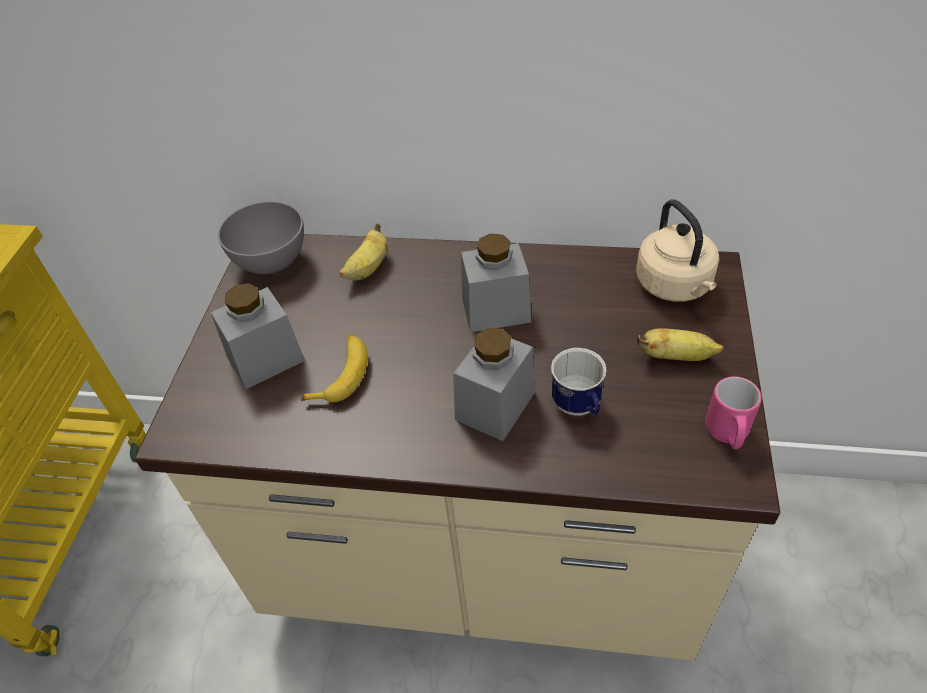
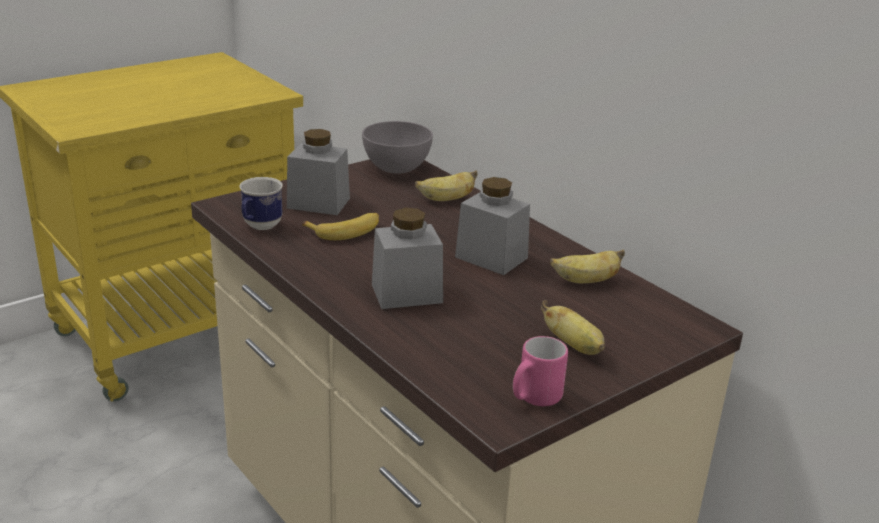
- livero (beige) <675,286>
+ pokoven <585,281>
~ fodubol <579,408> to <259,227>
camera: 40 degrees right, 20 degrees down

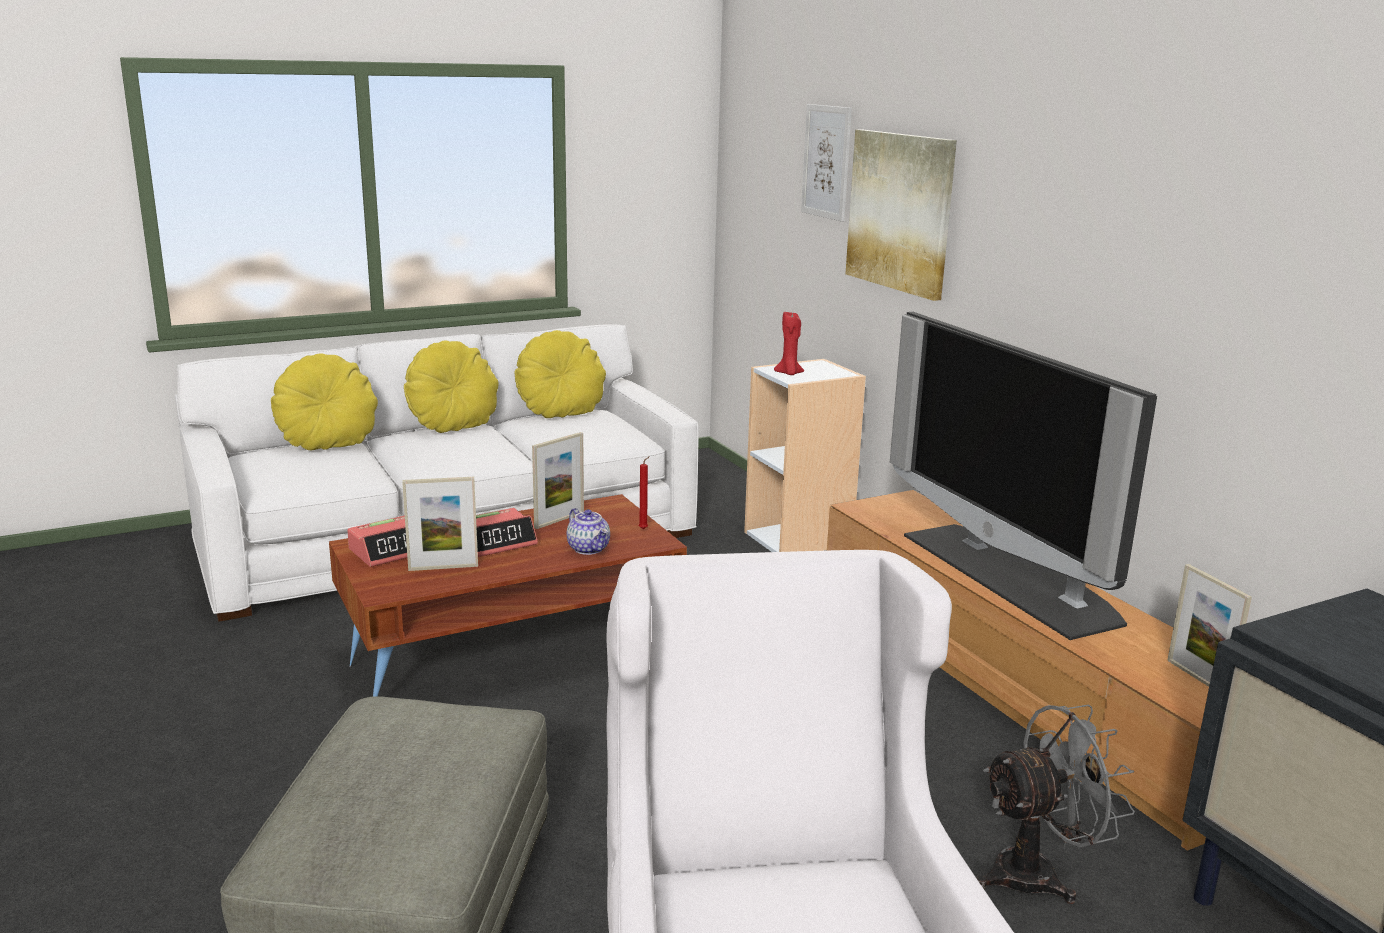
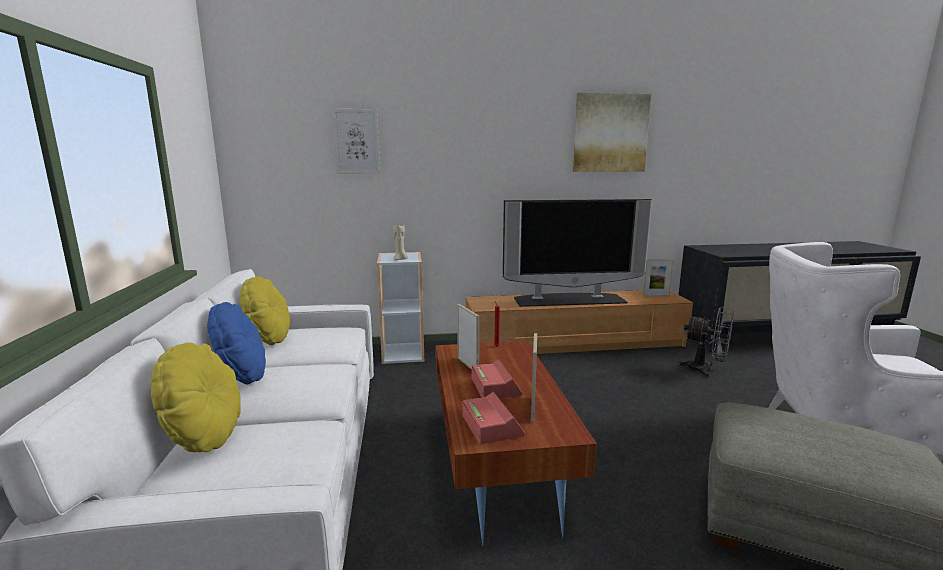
- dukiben <589,549>
~ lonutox <900,212> to <610,133>
~ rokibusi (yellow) <453,428> to rokibusi (blue) <242,378>
~ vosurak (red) <789,373> to vosurak (beige) <400,259>
~ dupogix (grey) <1038,873> = <705,370> 120 degrees clockwise
camera: 70 degrees left, 5 degrees down

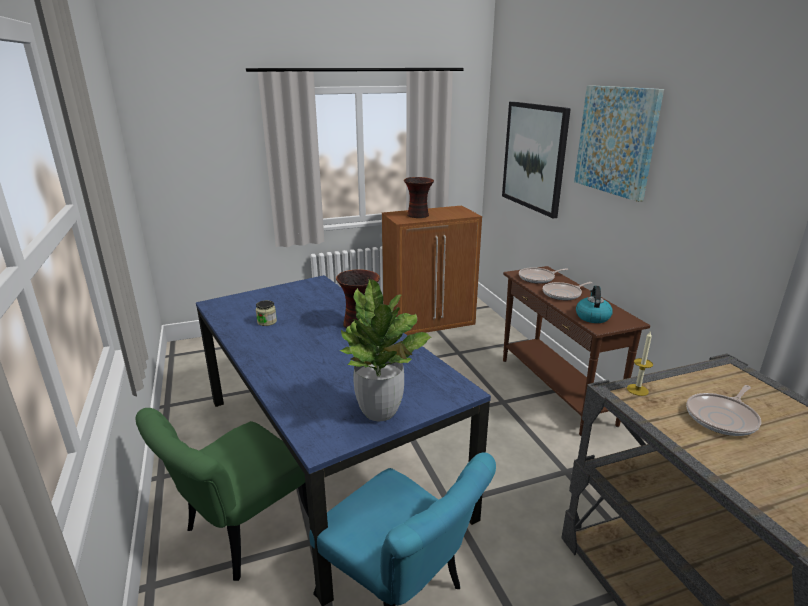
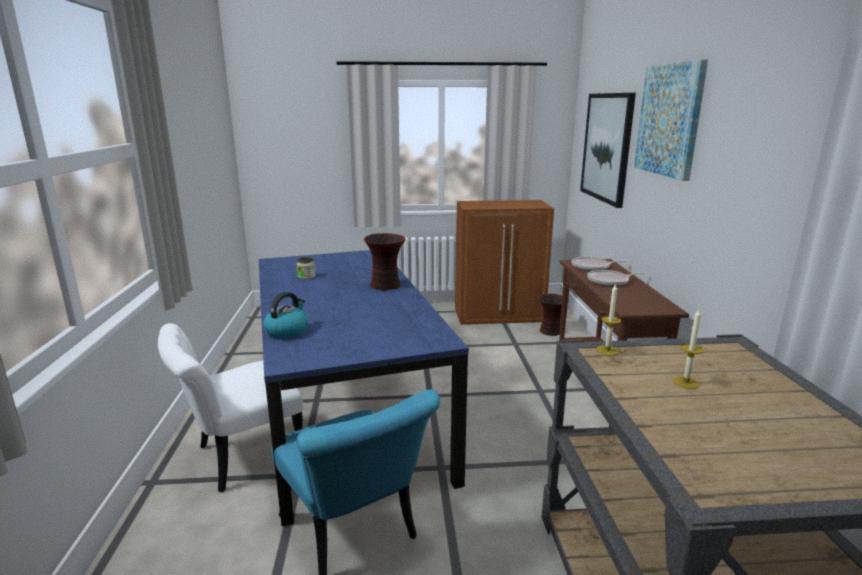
- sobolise <380,412>
~ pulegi <418,215> to <551,331>
~ livero <592,317> to <287,331>
~ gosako <723,418> to vosurak <686,382>
~ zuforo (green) <239,534> to zuforo (white) <241,458>
camera: 15 degrees right, 5 degrees down

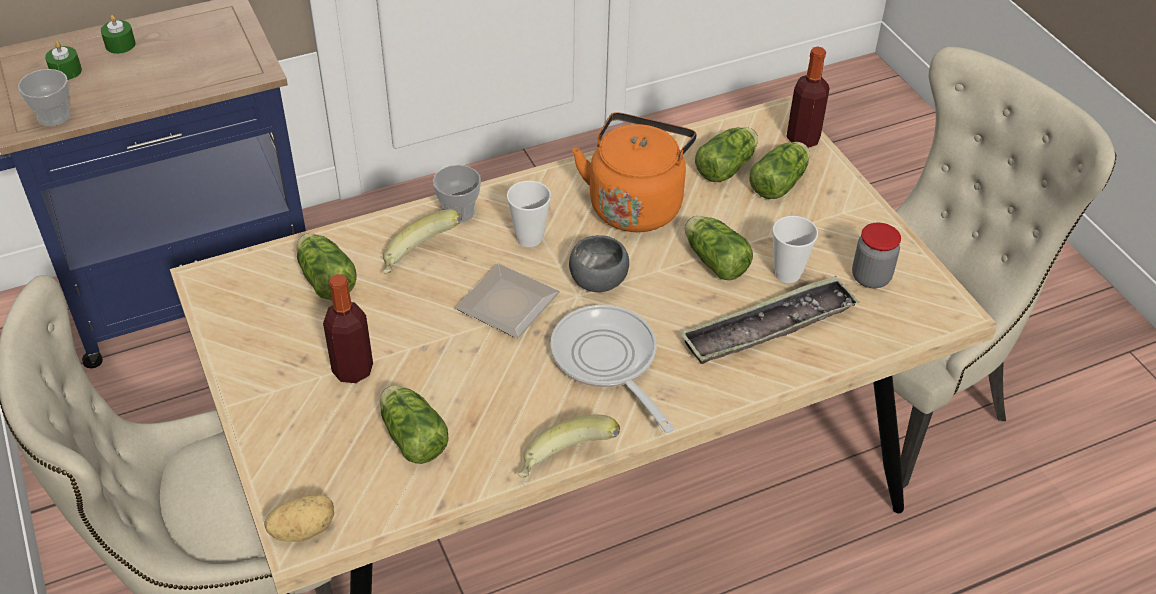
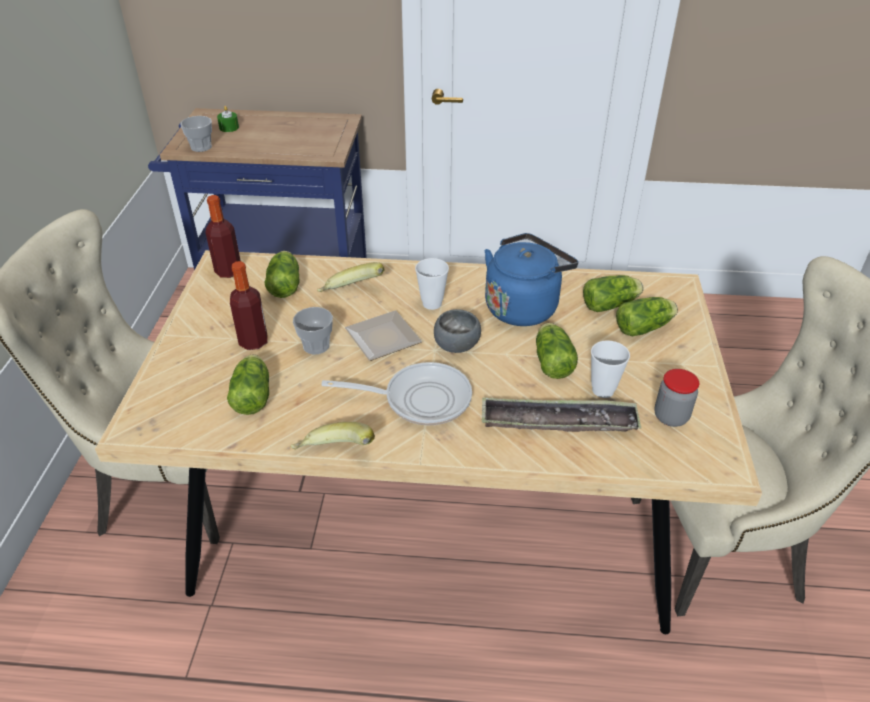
- vosurak (green) <120,44>
- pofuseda <303,529>
~ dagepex <459,212> to <316,346>
~ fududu <803,139> to <228,271>
~ livero (orange) <636,204> to livero (blue) <523,306>
~ gosako <607,361> = <420,399> 90 degrees clockwise
camera: 30 degrees right, 5 degrees down

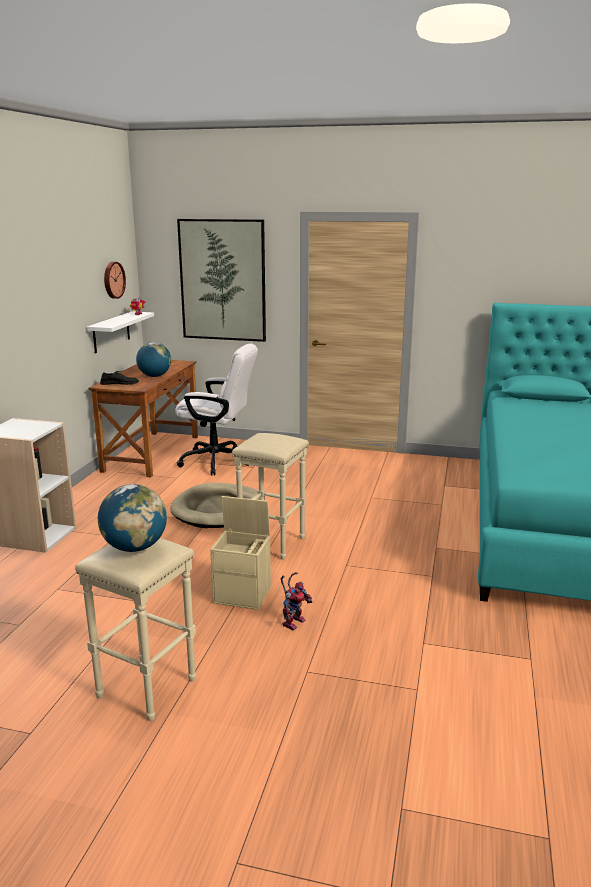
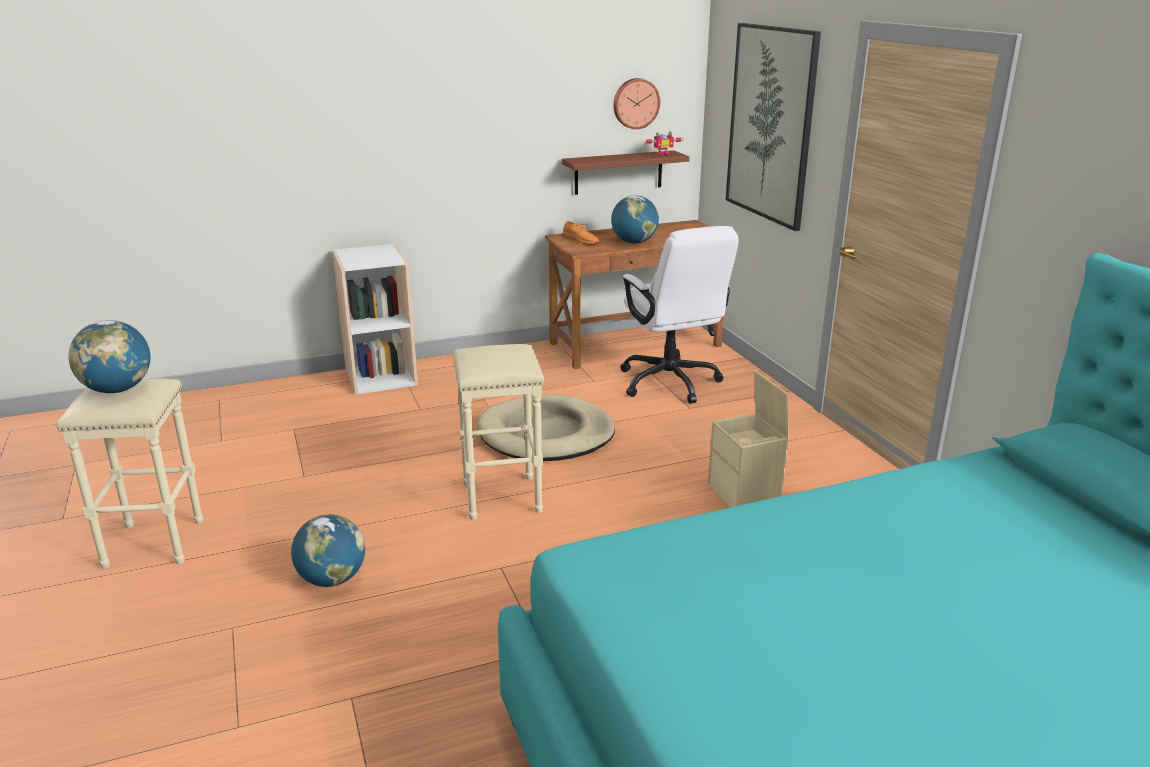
~ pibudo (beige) <243,595> to <745,494>
~ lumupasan <293,621> to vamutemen <332,579>
~ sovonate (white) <111,332> to sovonate (brown) <618,172>
~ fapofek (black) <119,383> to fapofek (orange) <581,239>
camera: 55 degrees right, 5 degrees up

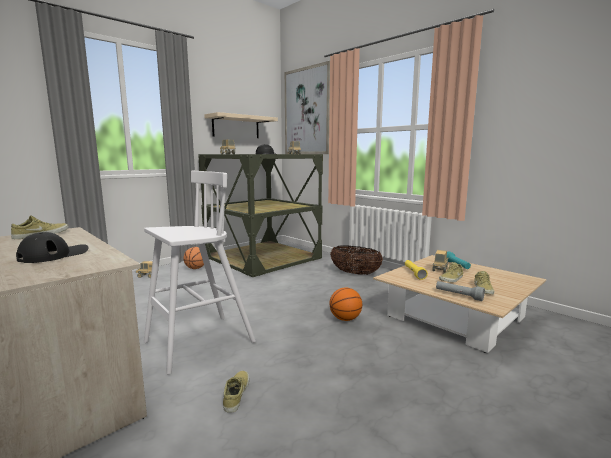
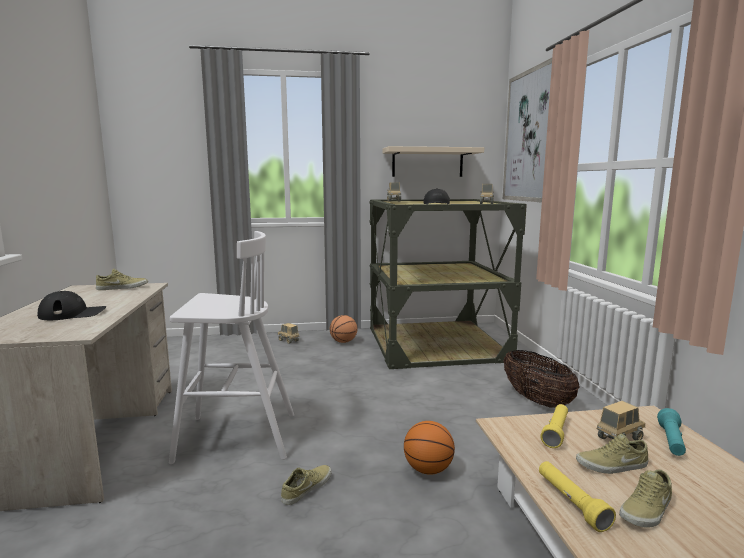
~ fapofek (beige) <235,394> to <306,487>
~ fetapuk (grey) <458,295> to fetapuk (yellow) <571,503>
camera: 35 degrees right, 0 degrees up

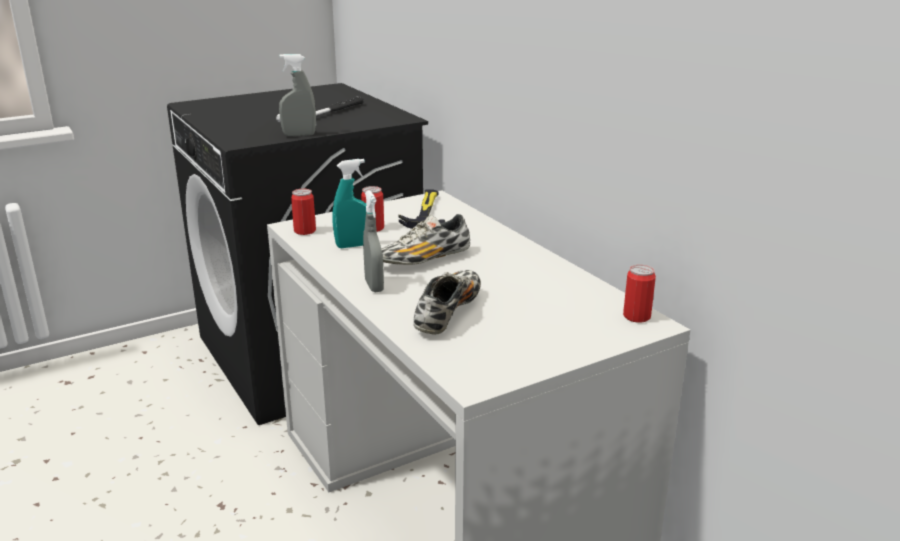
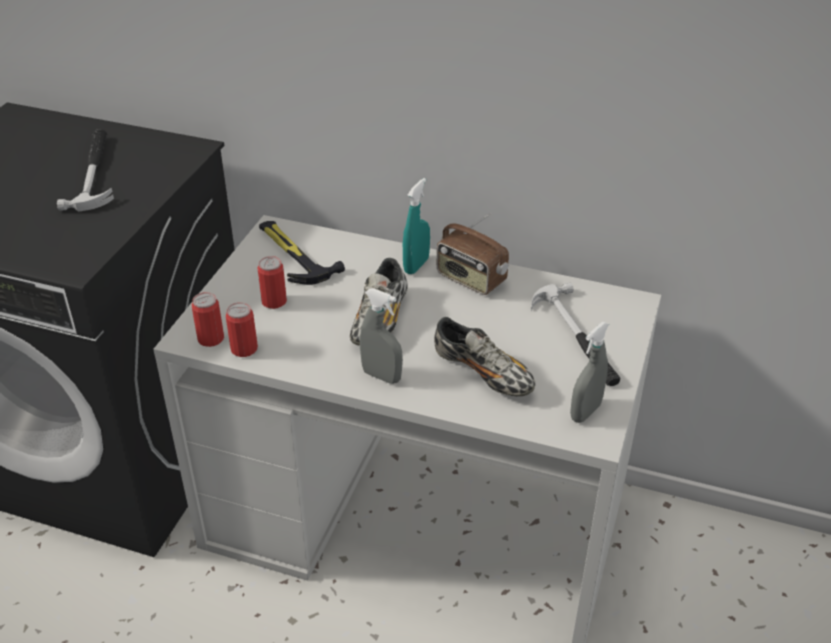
+ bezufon <470,279>
+ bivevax <577,338>
~ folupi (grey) <299,135> to <585,412>
~ folupi (turquoise) <353,245> to <416,265>
~ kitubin <636,316> to <244,349>
~ fapofek <448,313> = <483,373> 150 degrees clockwise
camera: 40 degrees left, 15 degrees up

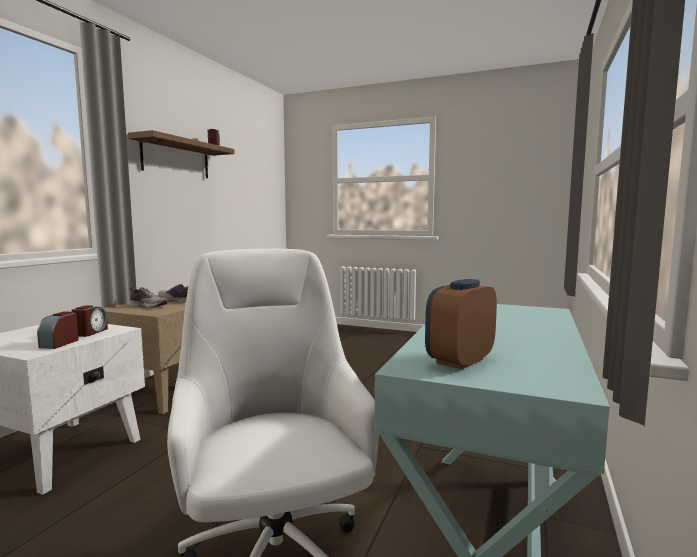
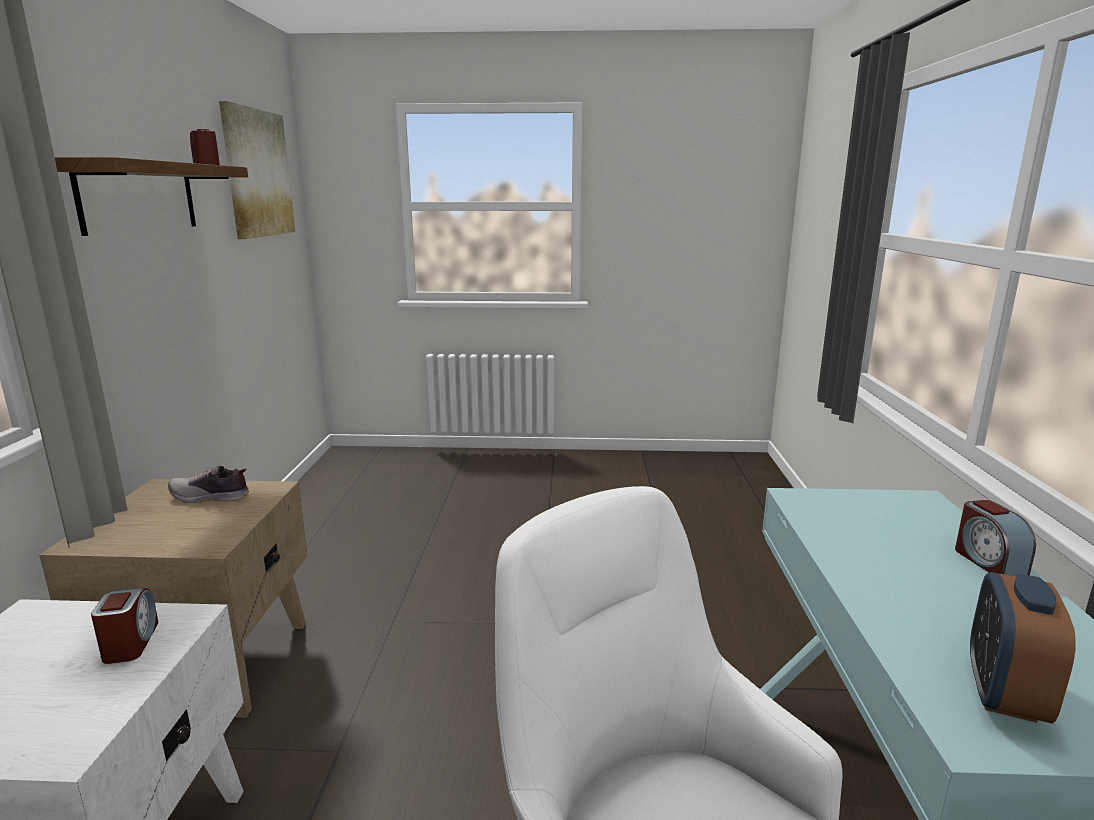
- fapofek <148,306>
+ lonutox <257,173>
~ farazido <60,343> to <988,561>
camera: 20 degrees left, 10 degrees up

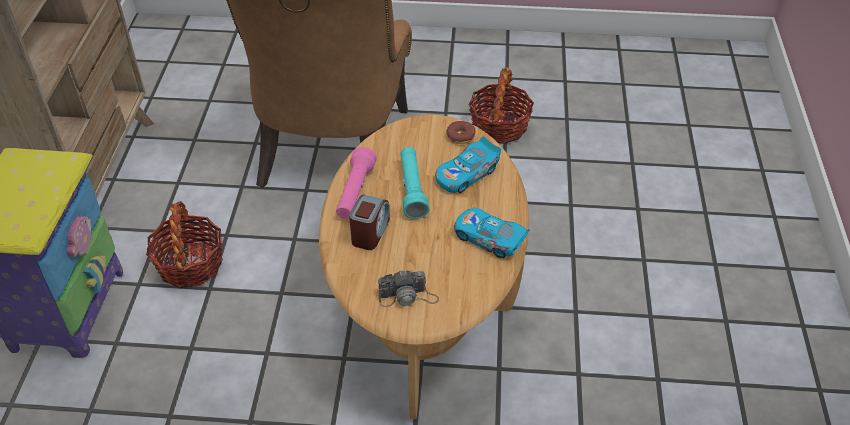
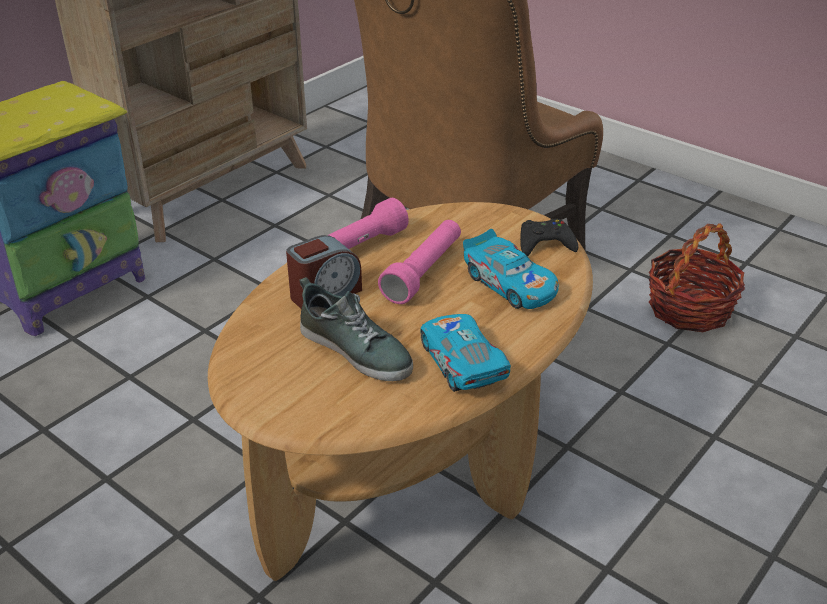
- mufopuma <190,264>
- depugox <408,296>
+ fapofek <356,349>
~ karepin <460,136> to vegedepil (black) <545,243>
~ fetapuk (turquoise) <412,189> to fetapuk (pink) <424,272>
~ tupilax <466,174> = <510,284> 120 degrees counterclockwise
camera: 35 degrees right, 10 degrees down

